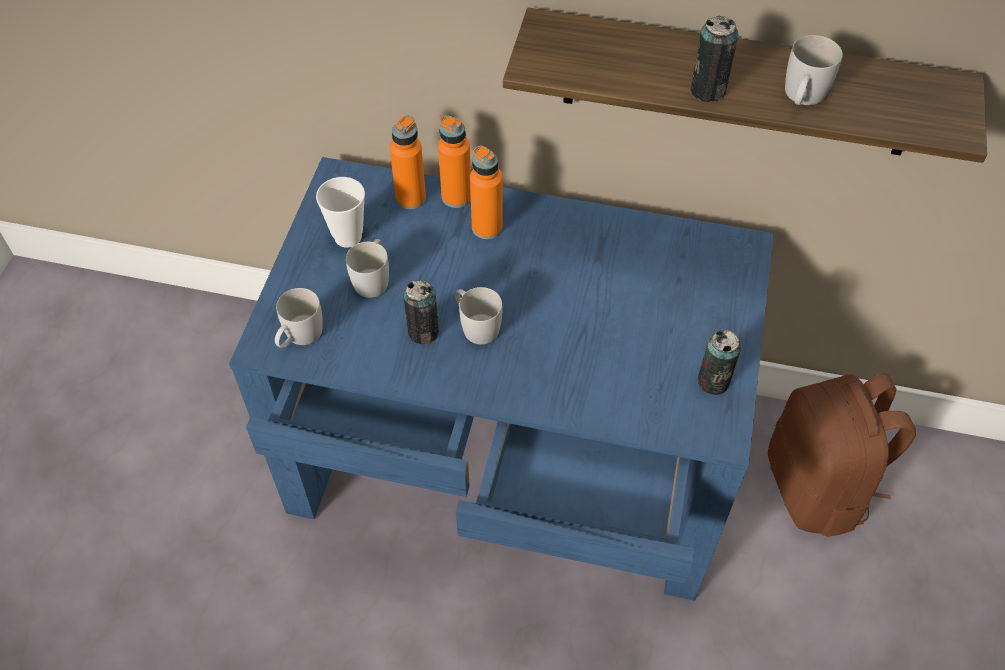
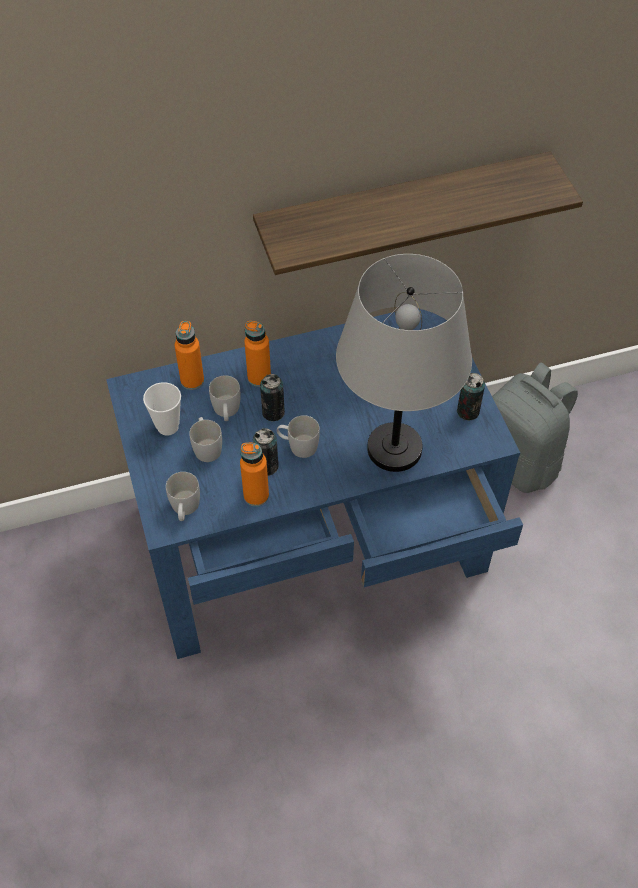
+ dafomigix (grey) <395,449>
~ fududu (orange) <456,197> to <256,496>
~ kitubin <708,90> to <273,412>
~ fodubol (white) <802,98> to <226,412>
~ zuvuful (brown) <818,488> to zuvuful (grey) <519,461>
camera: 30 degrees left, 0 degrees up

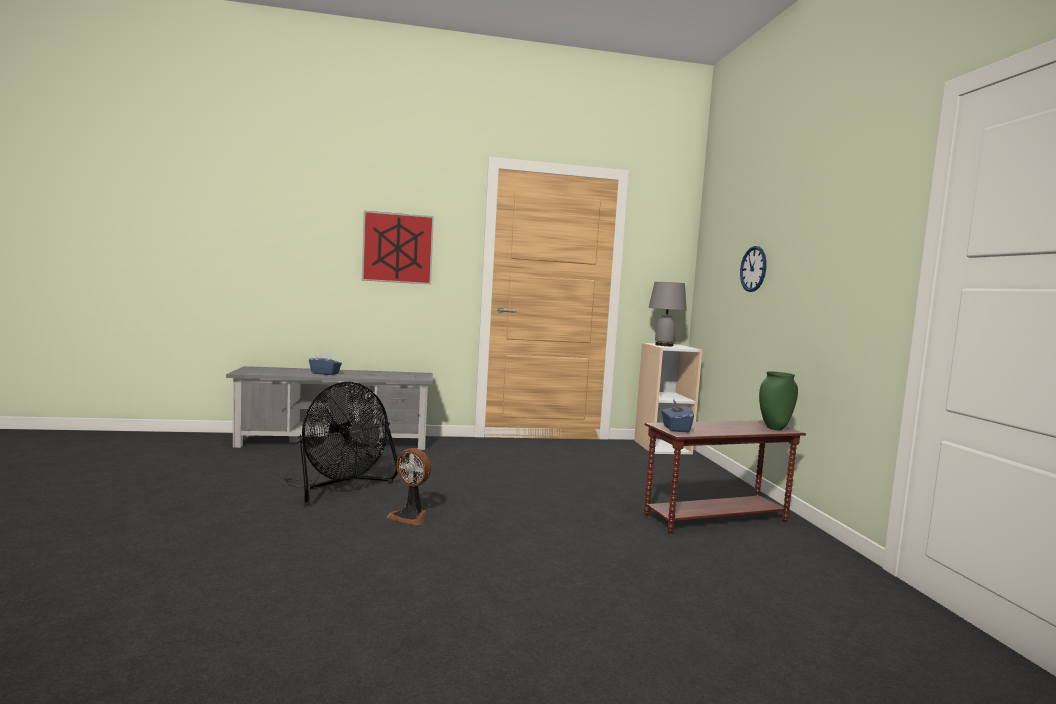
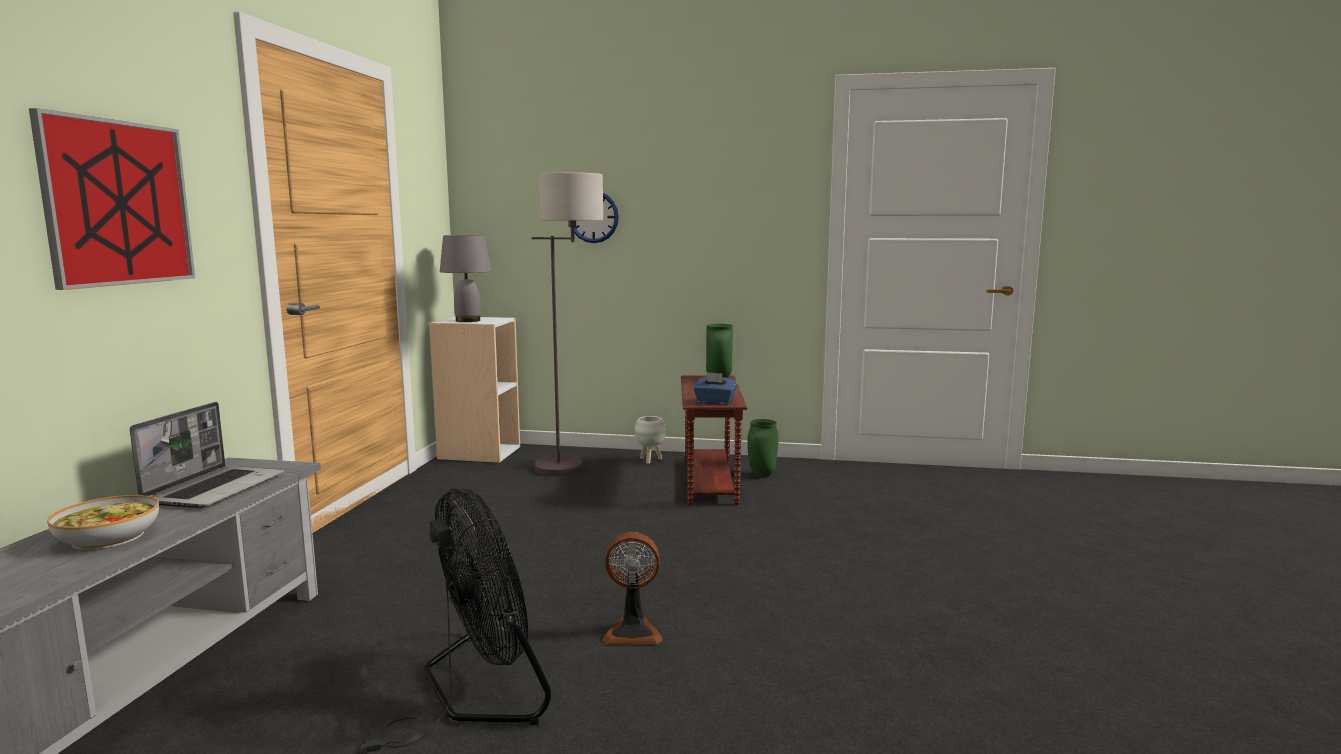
+ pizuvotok <215,488>
+ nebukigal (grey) <571,470>
+ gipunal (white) <650,460>
+ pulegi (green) <761,475>
~ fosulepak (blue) <325,373> to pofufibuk <108,537>
~ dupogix <410,516> = <633,632> 45 degrees clockwise
camera: 70 degrees left, 5 degrees up

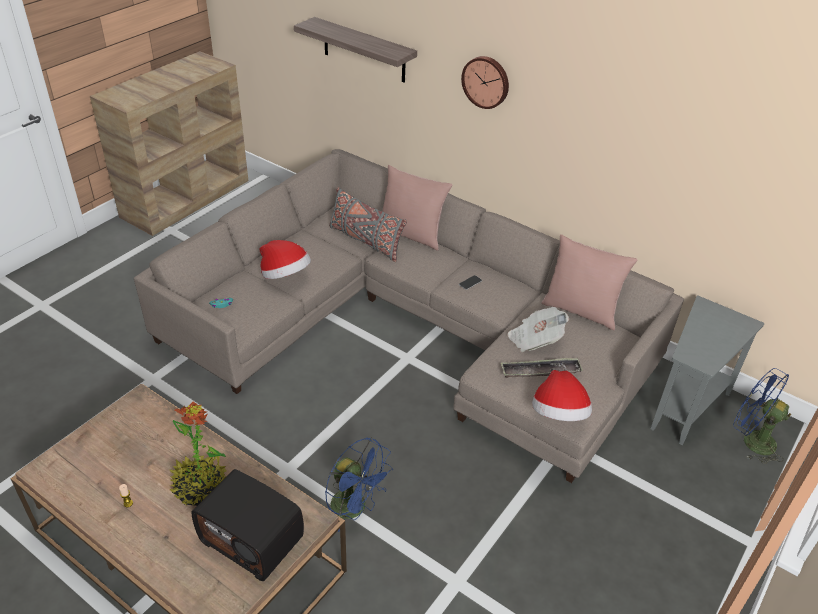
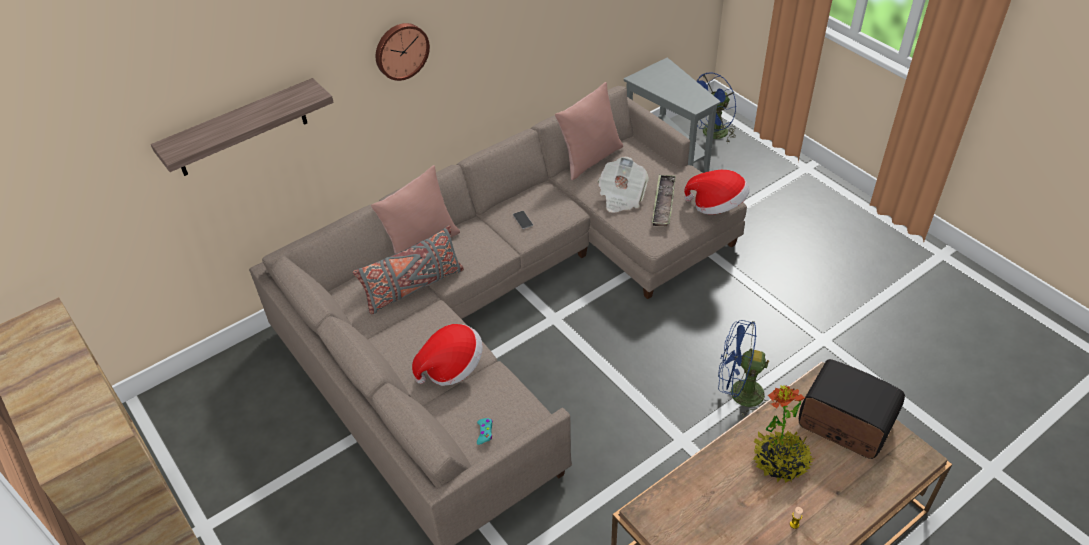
~ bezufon <253,538> = <843,424> 105 degrees counterclockwise
~ dupogix (blue) <355,508> = <738,394> 135 degrees counterclockwise
camera: 70 degrees left, 5 degrees up

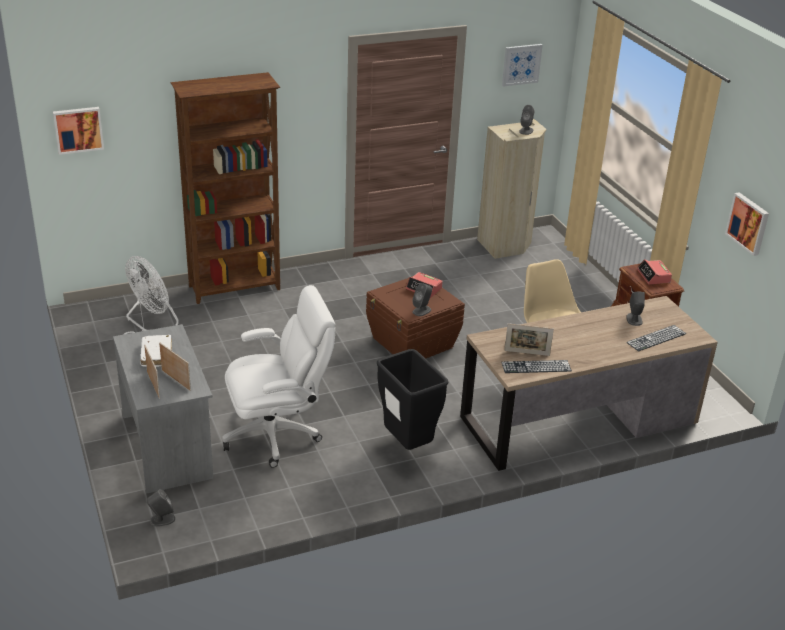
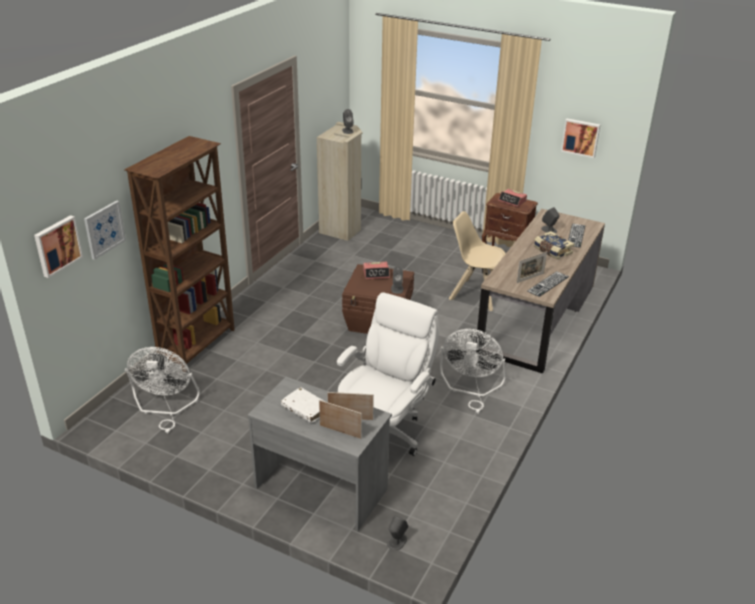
+ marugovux <552,251>
~ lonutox <521,64> to <104,229>
~ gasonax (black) <407,444> to dupogix (white) <470,388>
camera: 40 degrees left, 0 degrees up

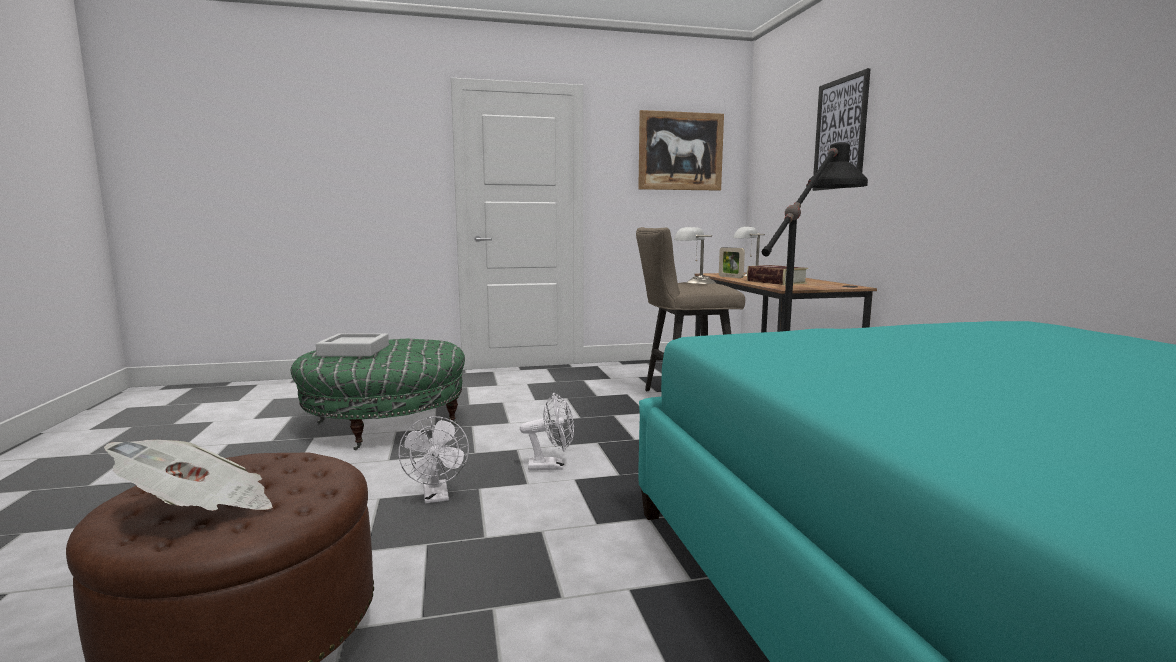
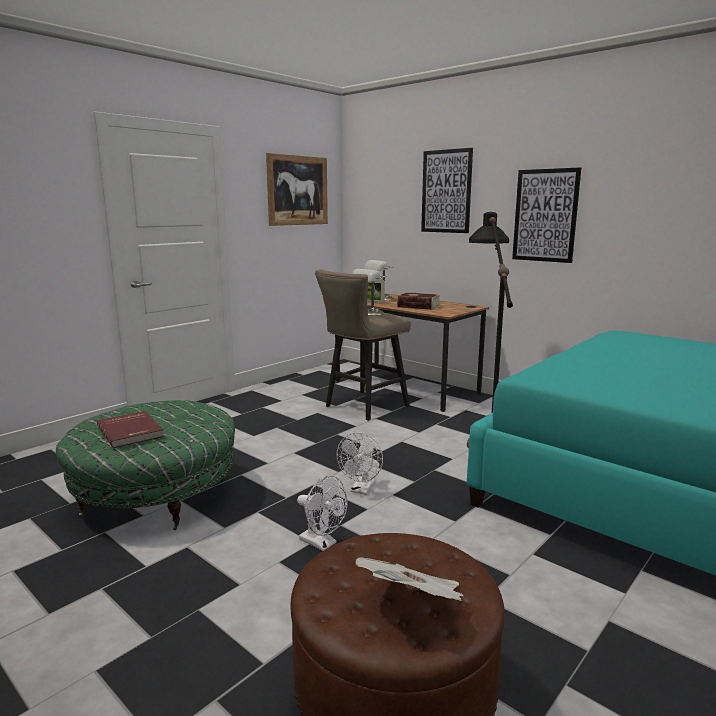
+ lonutox <545,215>
~ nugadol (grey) <354,350> to marugovux (red) <131,431>
~ dupogix (white) <552,466> = <362,489> 150 degrees clockwise
camera: 35 degrees left, 5 degrees up

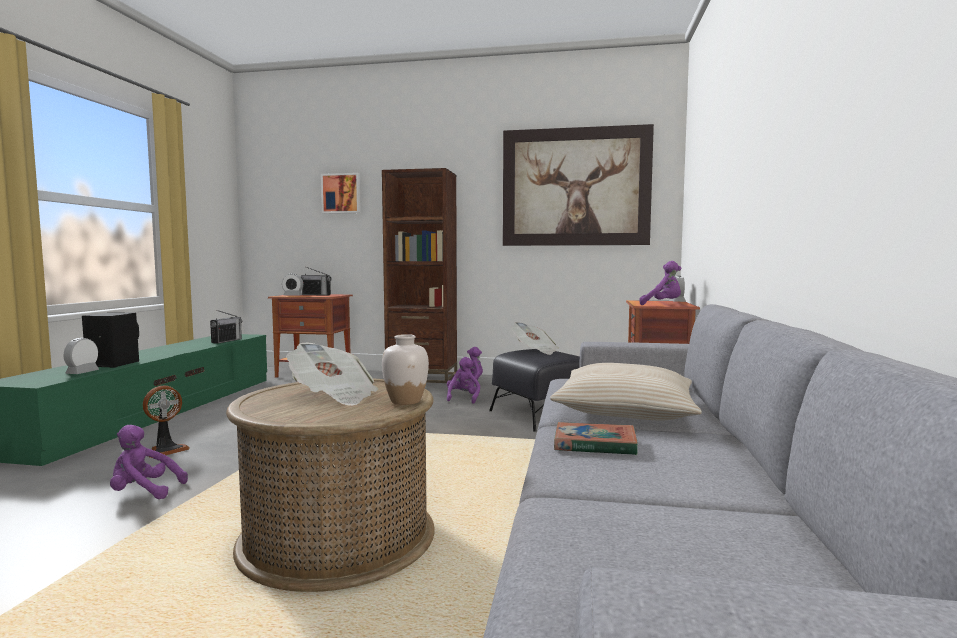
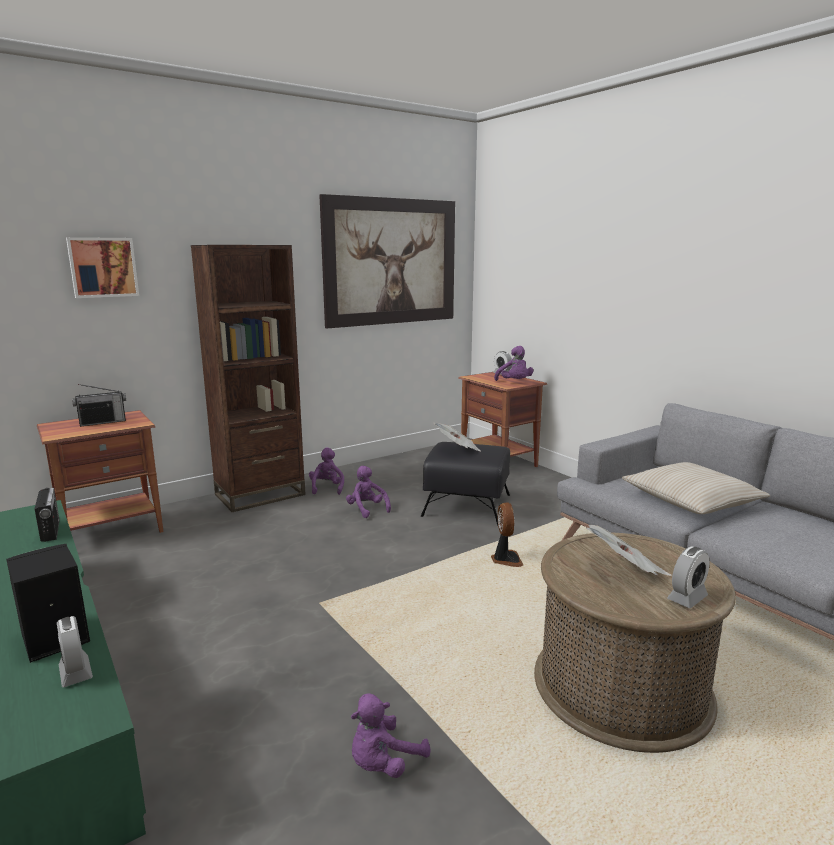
- pulegi (white) <405,401>
- marugovux <594,445>
~ dupogix <166,450> to <506,560>
~ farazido <293,296> to <687,598>
~ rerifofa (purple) <662,304> = <514,382> 90 degrees clockwise
camera: 45 degrees left, 10 degrees up

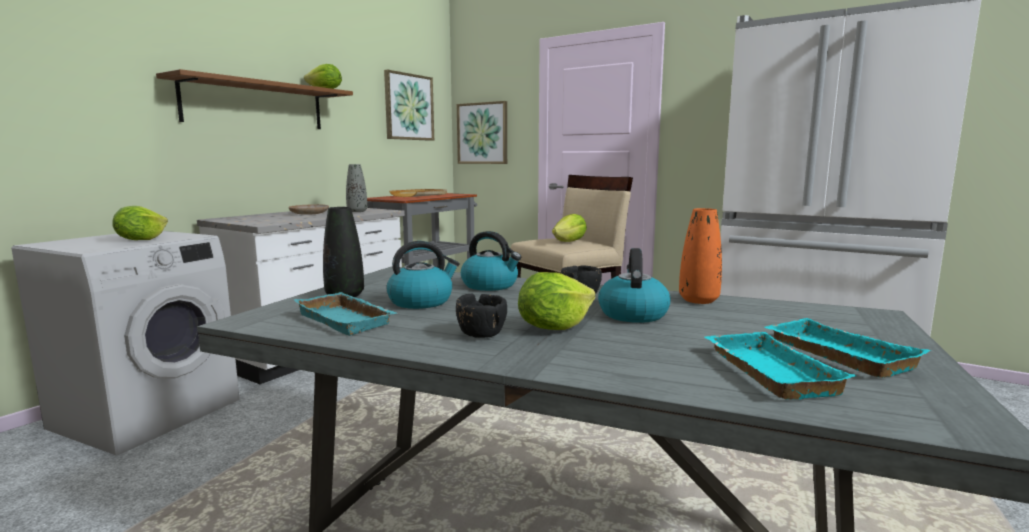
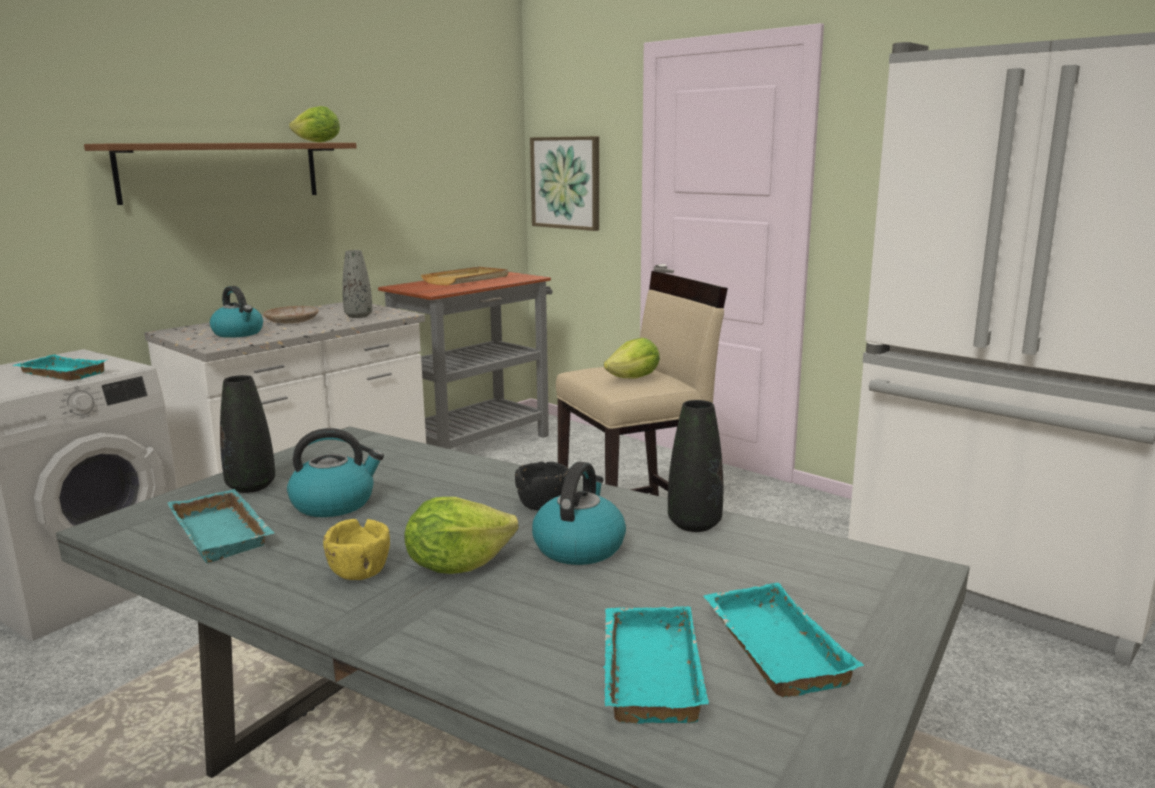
- lonutox <408,107>
~ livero <490,285> to <239,333>
~ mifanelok <141,240> to nugadol (turquoise) <59,374>
~ pofufibuk (black) <481,334> to pofufibuk (yellow) <359,572>
~ pulegi (orange) <698,300> to pulegi (black) <694,524>
camera: 10 degrees right, 5 degrees up

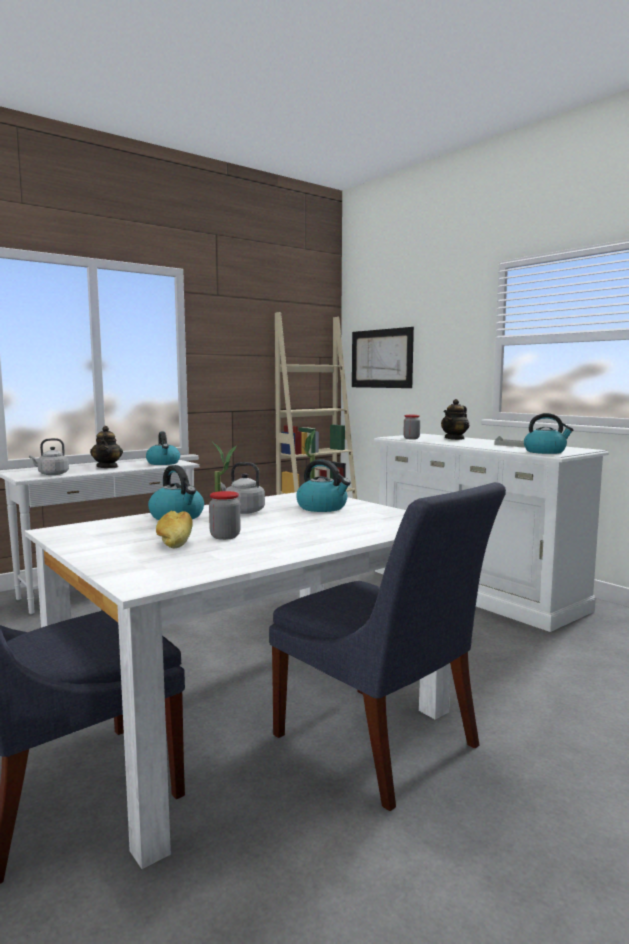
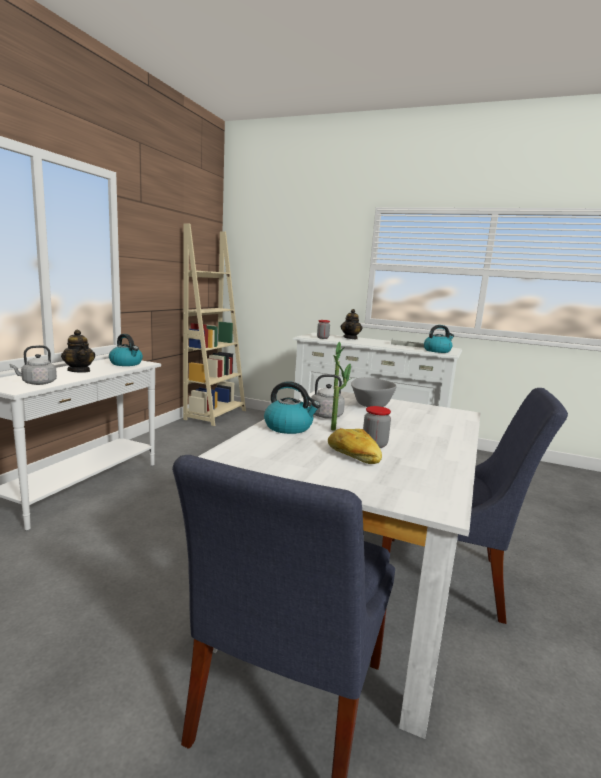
- lonutox <381,358>
~ livero <323,508> to pofufibuk (grey) <369,406>
camera: 30 degrees left, 5 degrees up

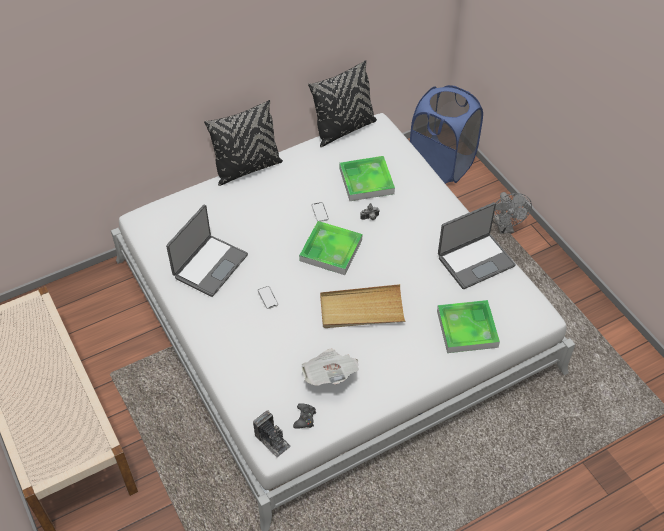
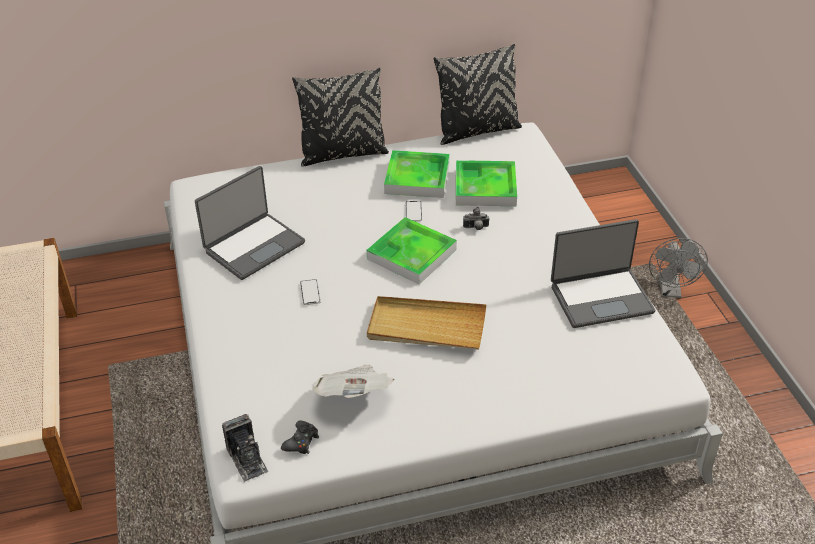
- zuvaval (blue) <441,165>
~ nugadol <467,329> to <417,178>
camera: 15 degrees right, 10 degrees down

